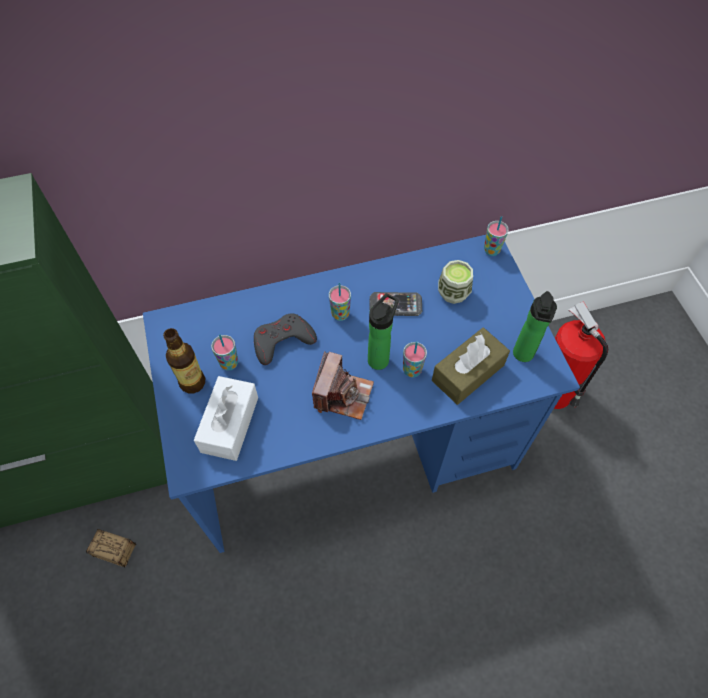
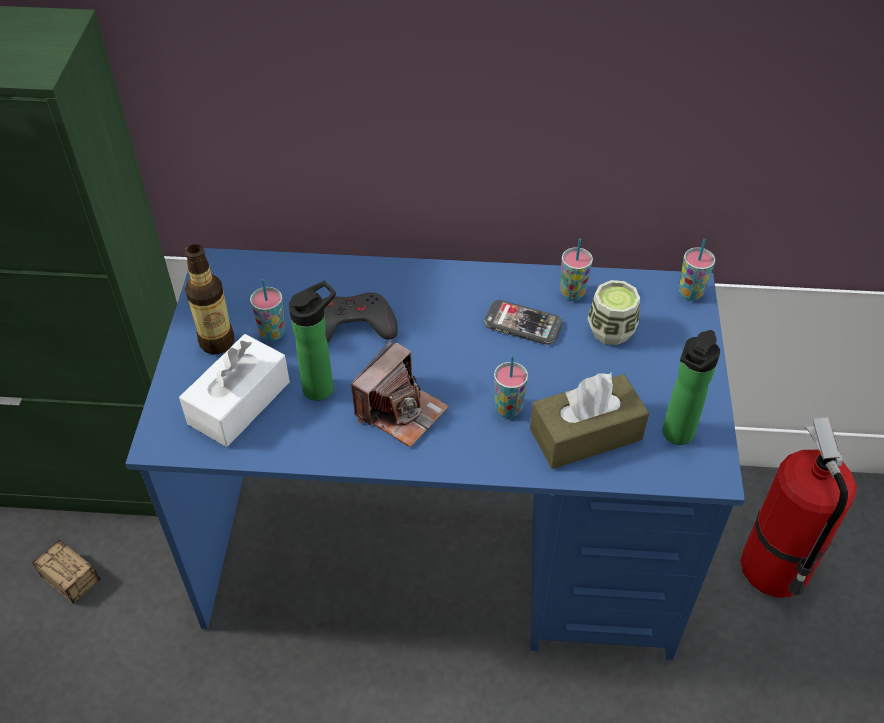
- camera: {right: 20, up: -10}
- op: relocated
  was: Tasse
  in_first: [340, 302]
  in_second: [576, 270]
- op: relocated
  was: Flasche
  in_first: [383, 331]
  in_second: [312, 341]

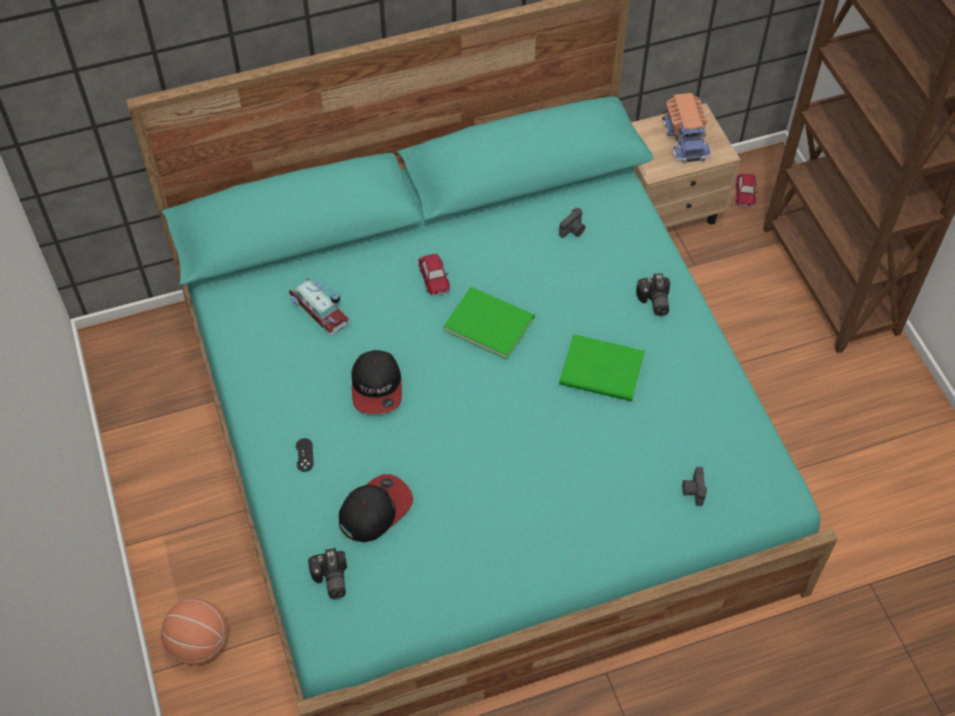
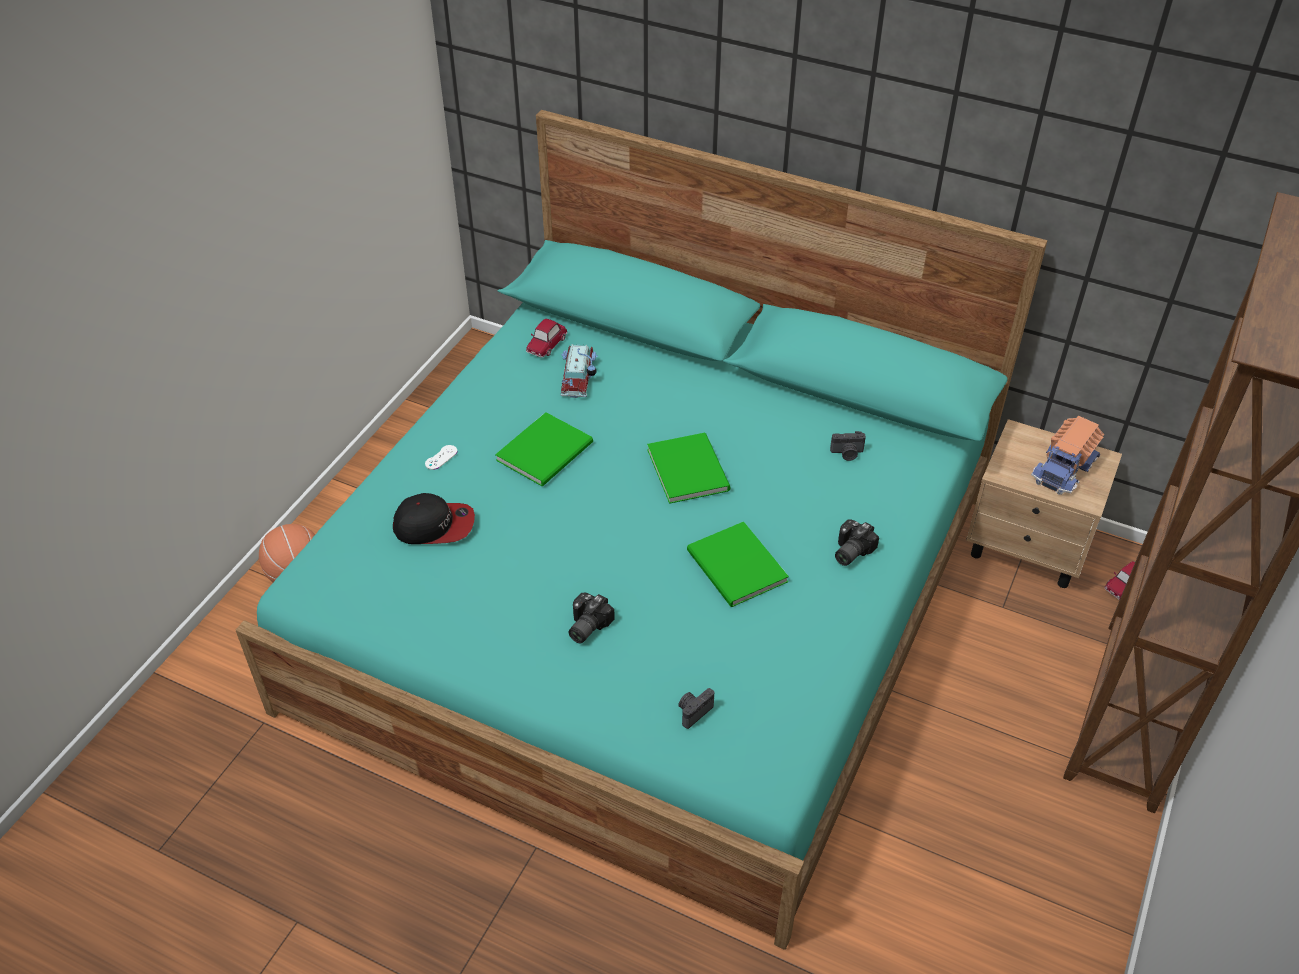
- camera: {right: 45, up: -10}
- op: colour
  was: Gamepad/schwarz
  now: Gamepad/weiß
  in_first: [305, 455]
  in_second: [441, 457]
- op: relocated
  was: Kamera
  in_first: [327, 573]
  in_second: [592, 618]
- op: exchanged
  was: Kappe
  now: Buch/grün
  in_first: [377, 382]
  in_second: [544, 449]
- op: relocated
  was: Spielzeugauto
  in_first: [434, 275]
  in_second: [547, 338]

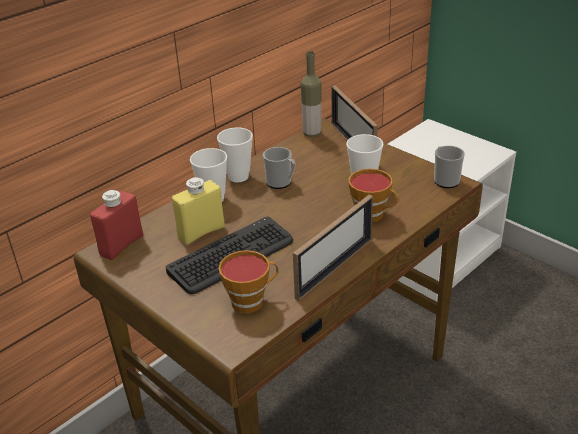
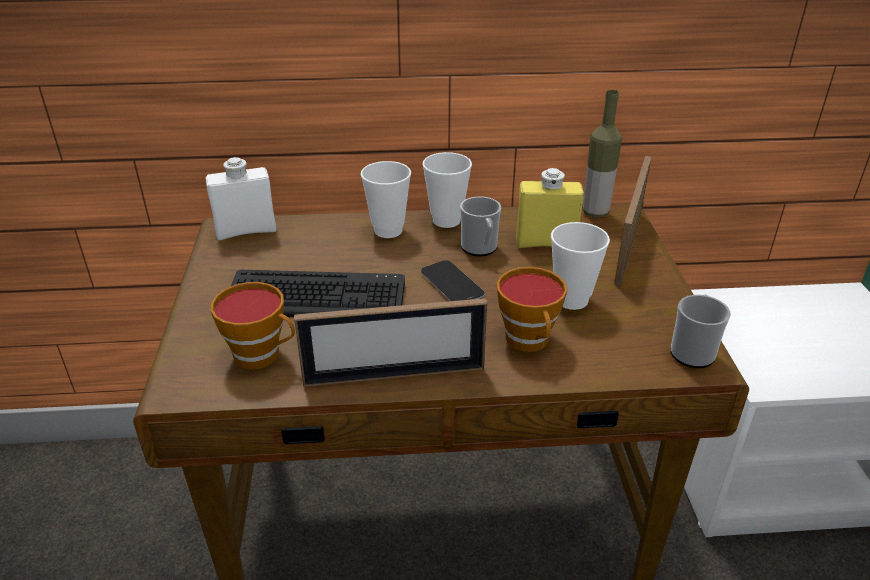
- camera: {right: 40, up: 0}
- op: colour
  was: Flasche/rot
  now: Flasche/weiß
  in_first: [116, 225]
  in_second: [241, 198]
- op: relocated
  was: Flasche/gelb
  in_first: [198, 211]
  in_second: [550, 208]
- op: appeared
  now: Handy
  in_second: [453, 280]

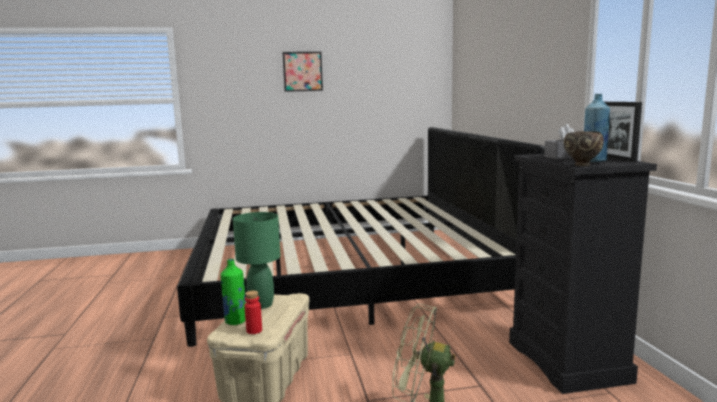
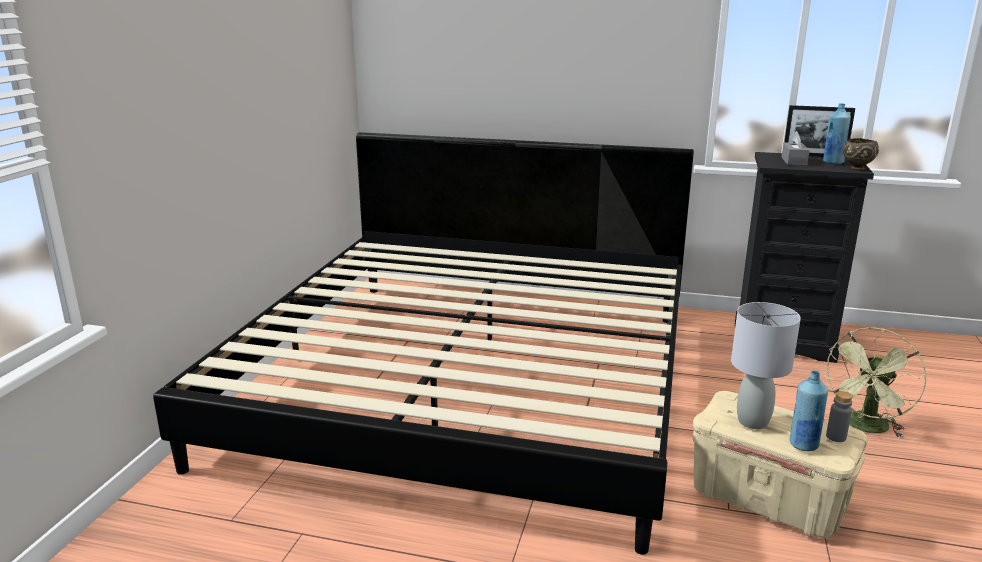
- camera: {right: -65, up: 10}
- op: colour
  was: Flasche/grün
  now: Flasche/blau
  in_first: [233, 292]
  in_second: [809, 411]
- op: colour
  was: Tischlampe/grün
  now: Tischlampe/grau
  in_first: [257, 260]
  in_second: [766, 365]
- op: colour
  was: Flasche/rot
  now: Flasche/grau
  in_first: [253, 312]
  in_second: [839, 416]
- op: missing
  was: Bild
  in_first: [303, 72]

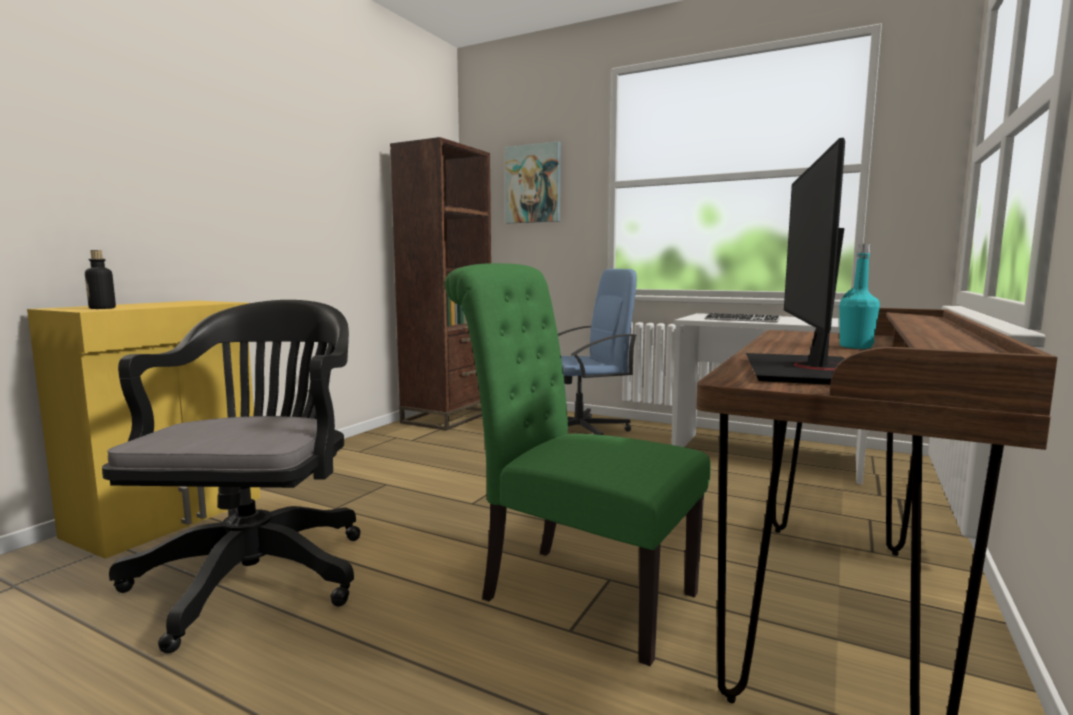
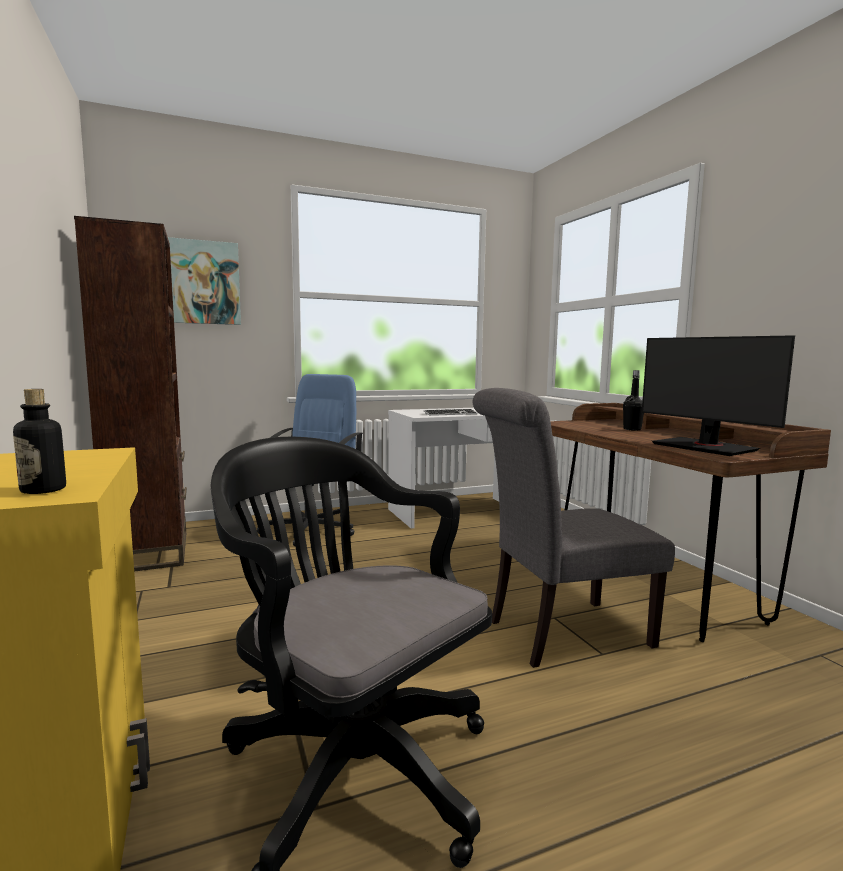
- camera: {right: -50, up: 0}
- op: colour
  was: Stuhl/grün
  now: Stuhl/grau
  in_first: [578, 464]
  in_second: [574, 528]
- op: colour
  was: Flasche/türkis
  now: Flasche/schwarz
  in_first: [859, 296]
  in_second: [633, 400]

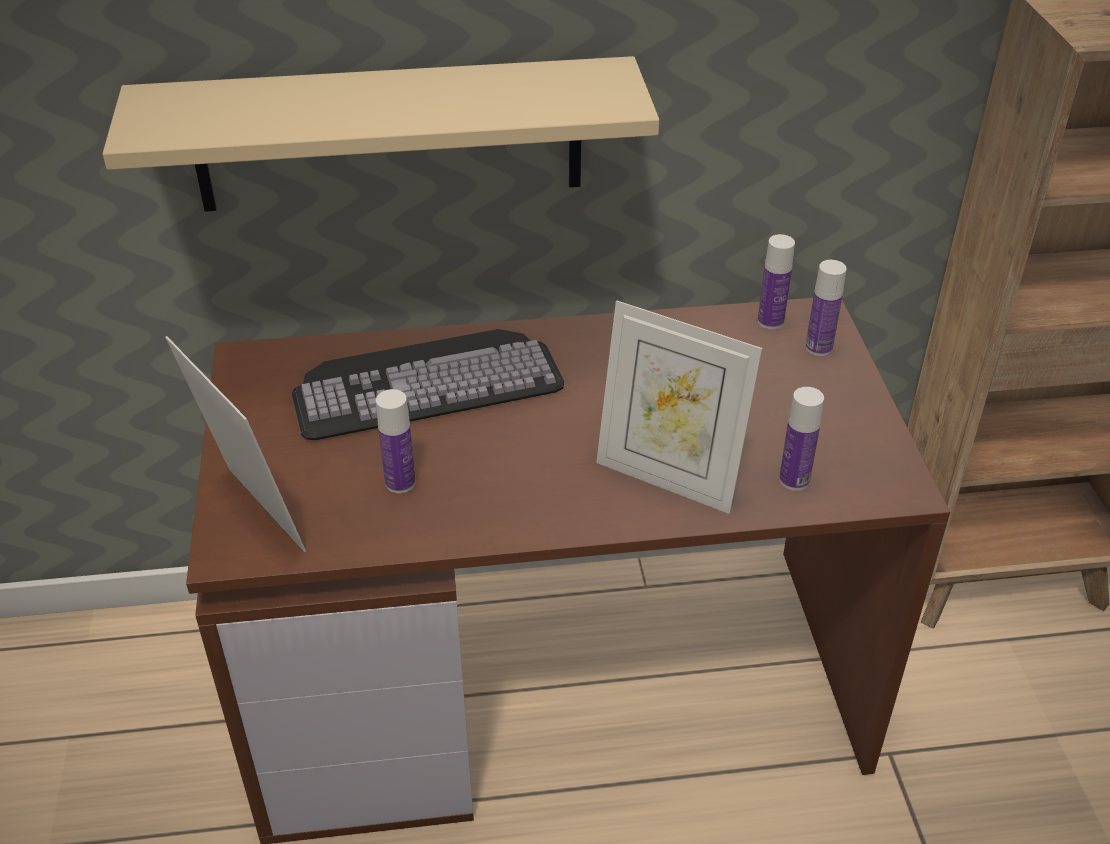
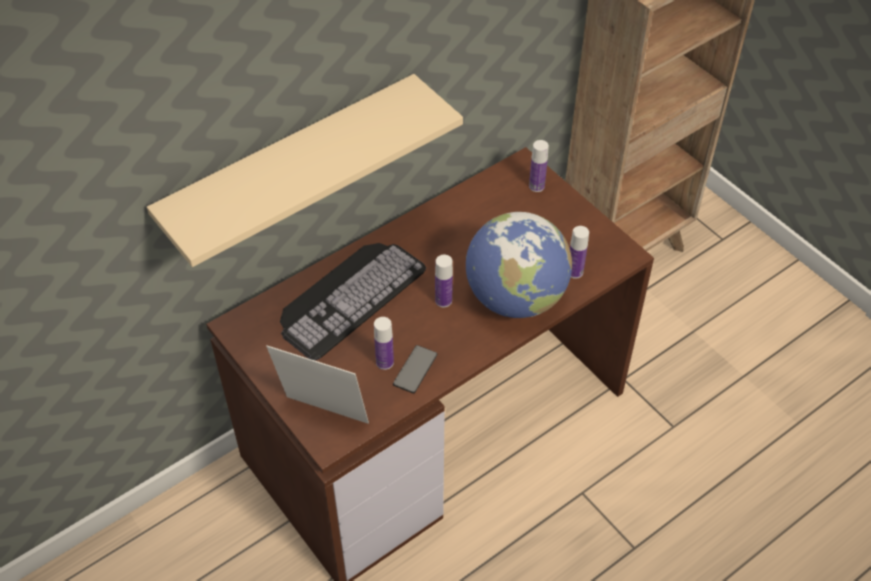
- camera: {right: -30, up: 10}
- op: exchanged
  was: Bilderrahmen
  now: Globus
  in_first: [679, 407]
  in_second: [519, 265]
- op: relocated
  was: Flasche
  in_first: [776, 281]
  in_second: [444, 281]
- op: appeared
  now: Handy
  in_second: [415, 369]

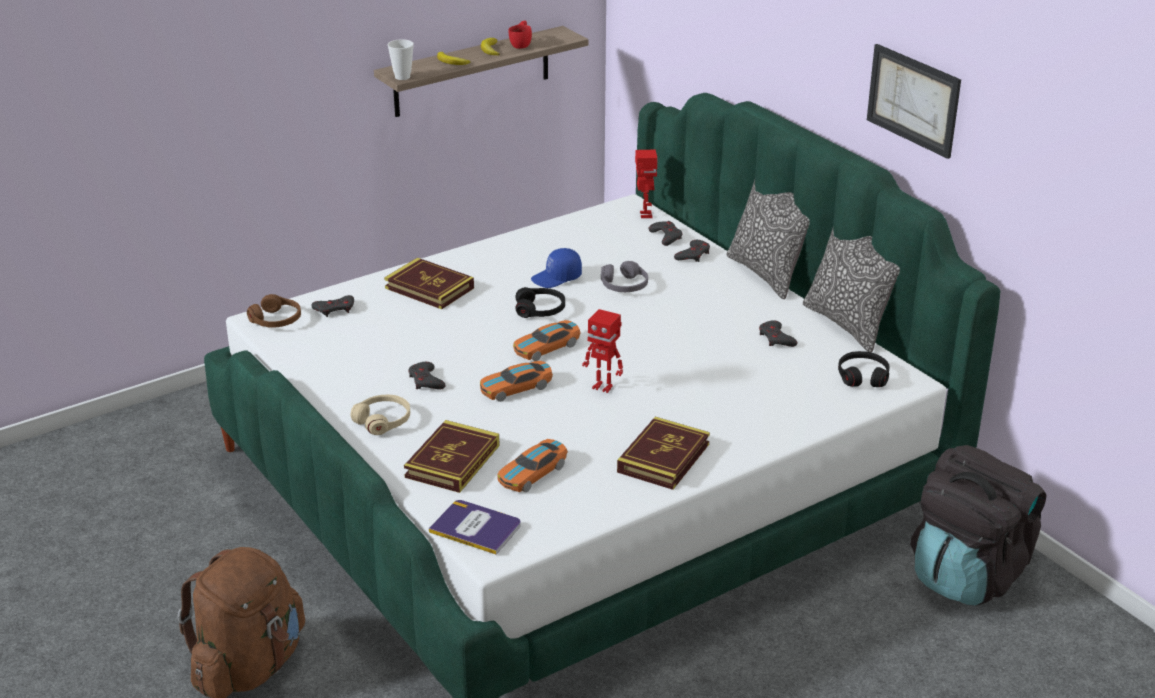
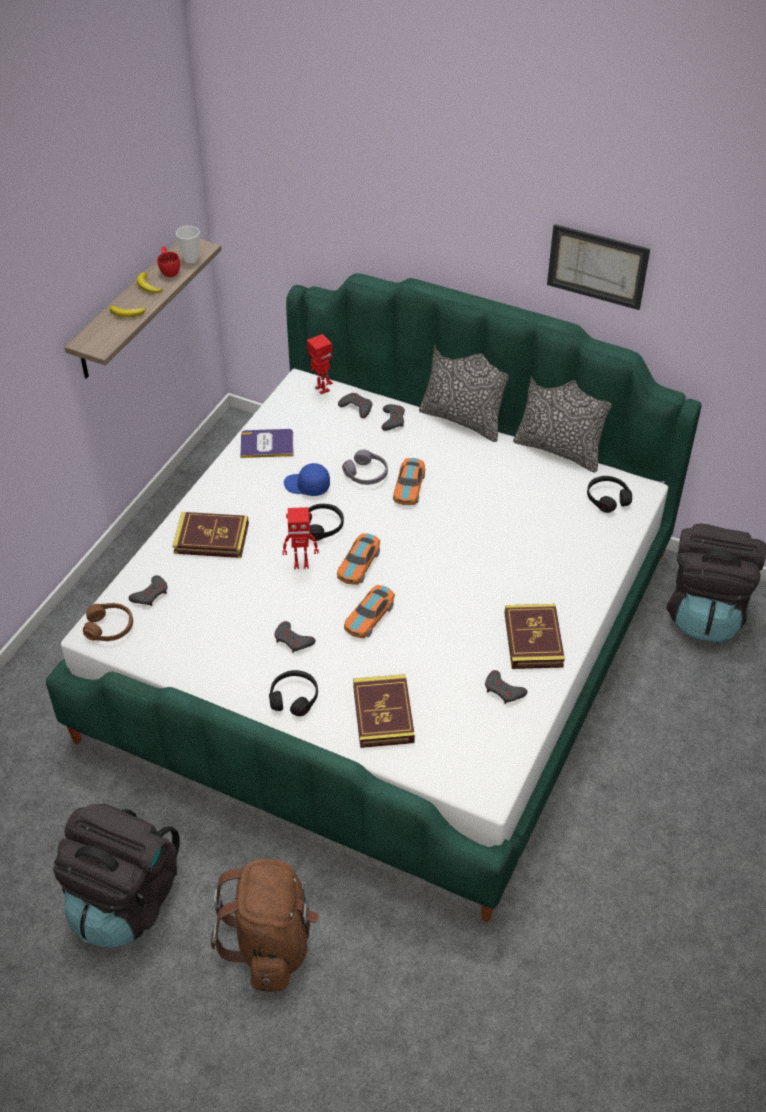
- camera: {right: -30, up: 15}
- op: colour
  was: Kopfhörer/beige
  now: Kopfhörer/schwarz
  in_first: [380, 415]
  in_second: [293, 693]
- op: relocated
  was: Tasse
  in_first: [401, 59]
  in_second: [188, 244]
- op: relocated
  was: Buch
  in_first: [475, 527]
  in_second: [266, 443]
- op: relocated
  was: Spielzeugauto
  in_first: [532, 465]
  in_second: [409, 481]
- op: spun
  was: Kappe/blau
  in_first: [556, 268]
  in_second: [307, 479]
  clockwise: 75
- op: relocated
  was: Spielzeugroboter
  in_first: [602, 351]
  in_second: [300, 538]
- op: relocated
  was: Gamepad/grau
  in_first: [778, 333]
  in_second: [506, 687]
- op: appeared
  now: Rucksack/schwarz
  in_second: [116, 876]

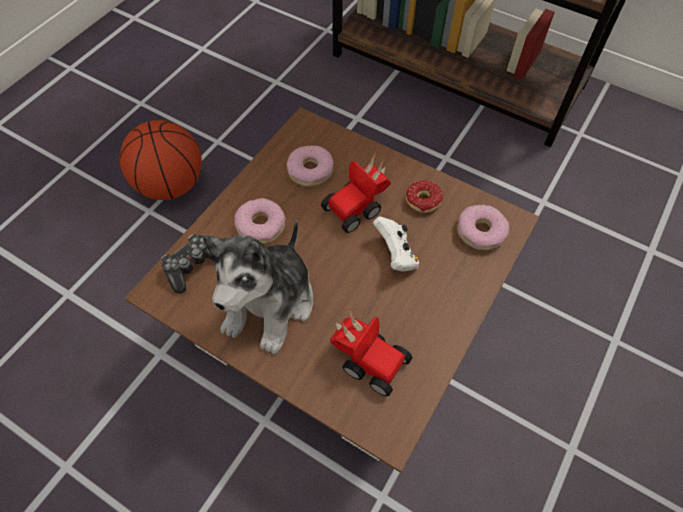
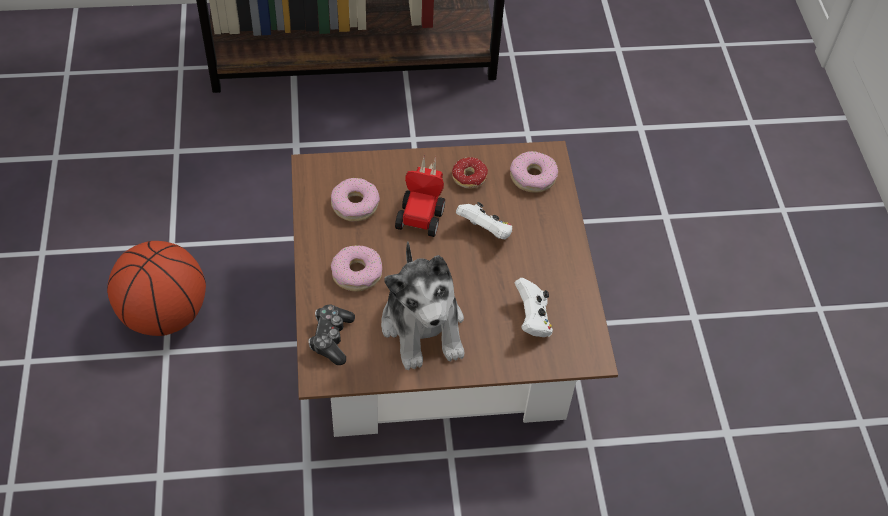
- camera: {right: -40, up: -5}
- op: exchanged
  was: Spielzeugauto
  now: Gamepad/weiß
  in_first: [371, 353]
  in_second: [534, 307]

